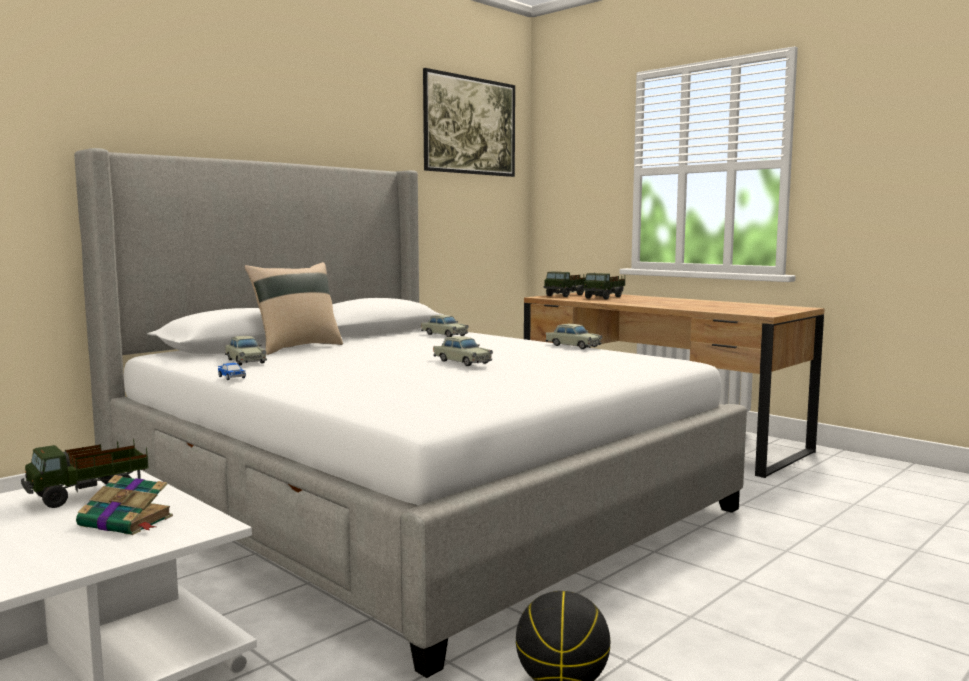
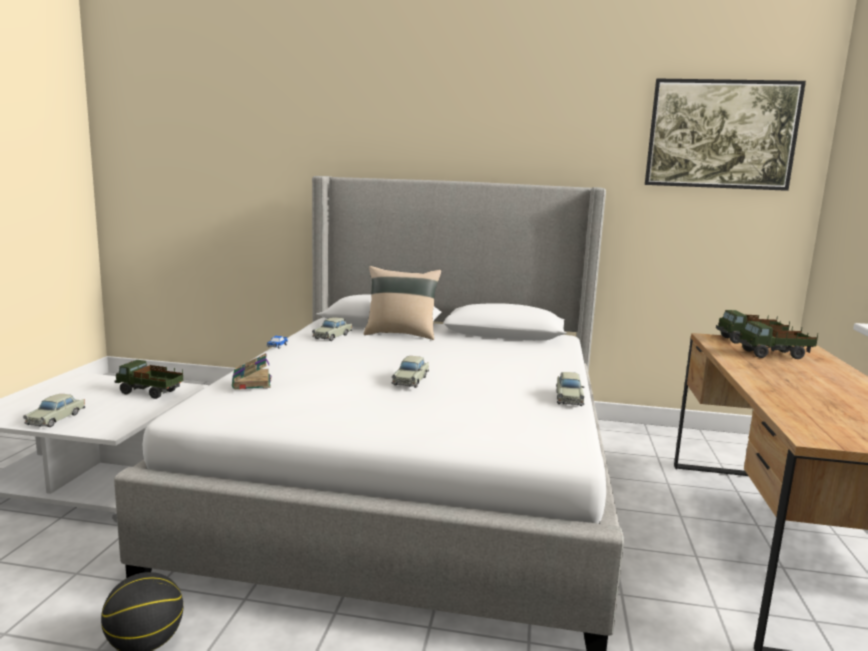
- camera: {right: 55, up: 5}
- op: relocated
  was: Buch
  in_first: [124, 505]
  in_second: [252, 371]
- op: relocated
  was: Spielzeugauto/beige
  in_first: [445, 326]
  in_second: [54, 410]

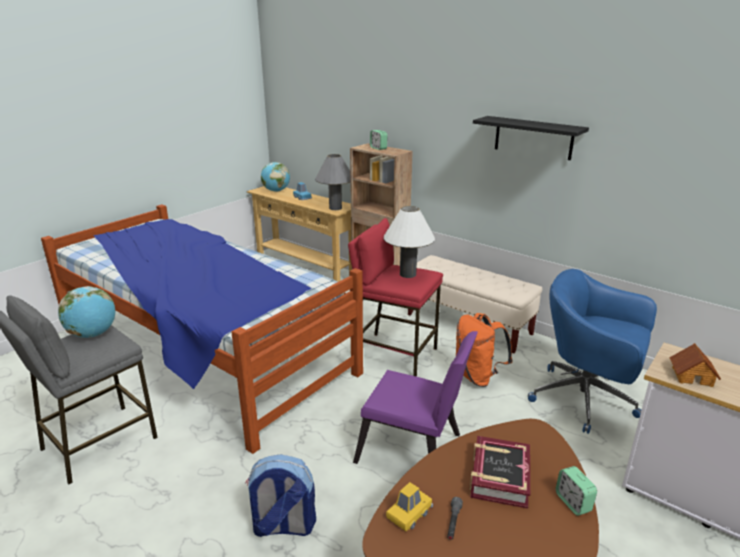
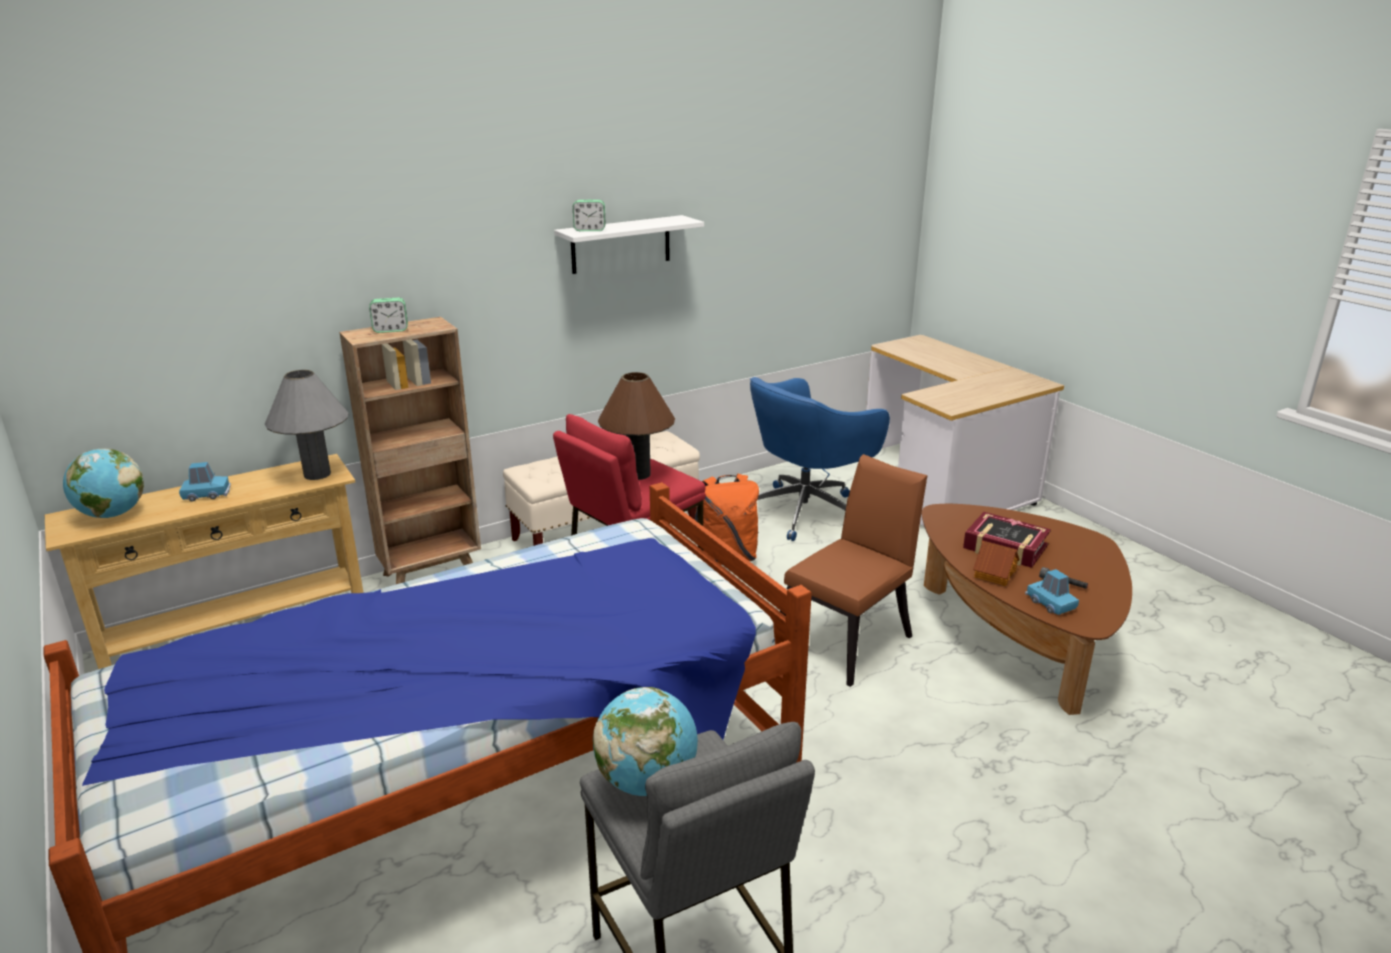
- camera: {right: -70, up: 0}
- op: missing
  was: Rucksack
  in_first: [280, 495]
- op: colour
  was: Stuhl/lila
  now: Stuhl/braun
  in_first: [415, 397]
  in_second: [853, 570]
- op: colour
  was: Tischlampe/weiß
  now: Tischlampe/braun
  in_first: [409, 242]
  in_second: [636, 426]
- op: colour
  was: Spielzeugauto/gelb
  now: Spielzeugauto/blau
  in_first: [409, 506]
  in_second: [1052, 592]
- op: colour
  was: Wandregal/schwarz
  now: Wandregal/weiß
  in_first: [531, 138]
  in_second: [629, 244]
- op: relocated
  was: Wecker
  in_first: [576, 491]
  in_second: [589, 215]
- op: relocated
  was: Spielzeughaus
  in_first: [695, 365]
  in_second: [996, 563]

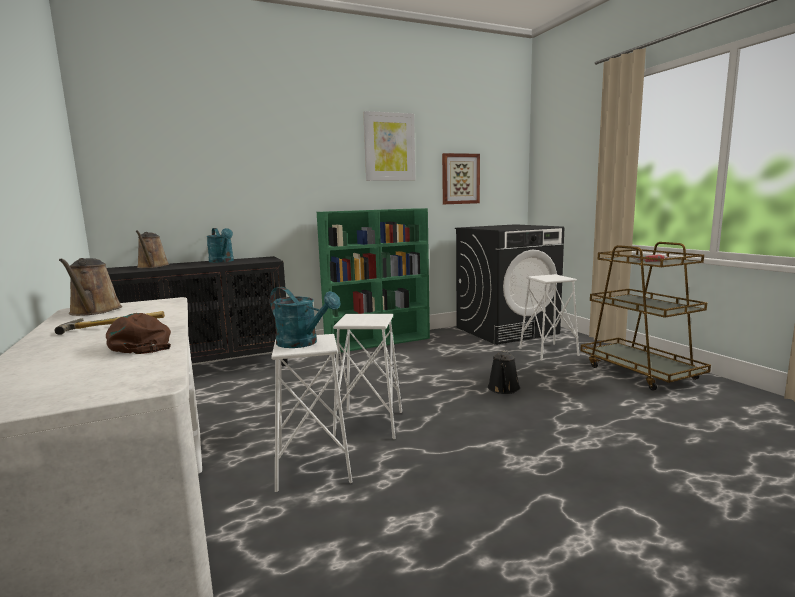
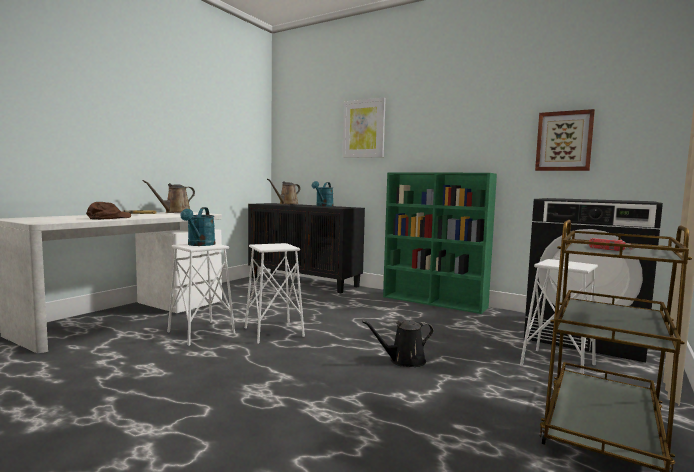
- camera: {right: 55, up: -5}
- op: relocated
  was: Bild
  in_first: [389, 146]
  in_second: [364, 128]

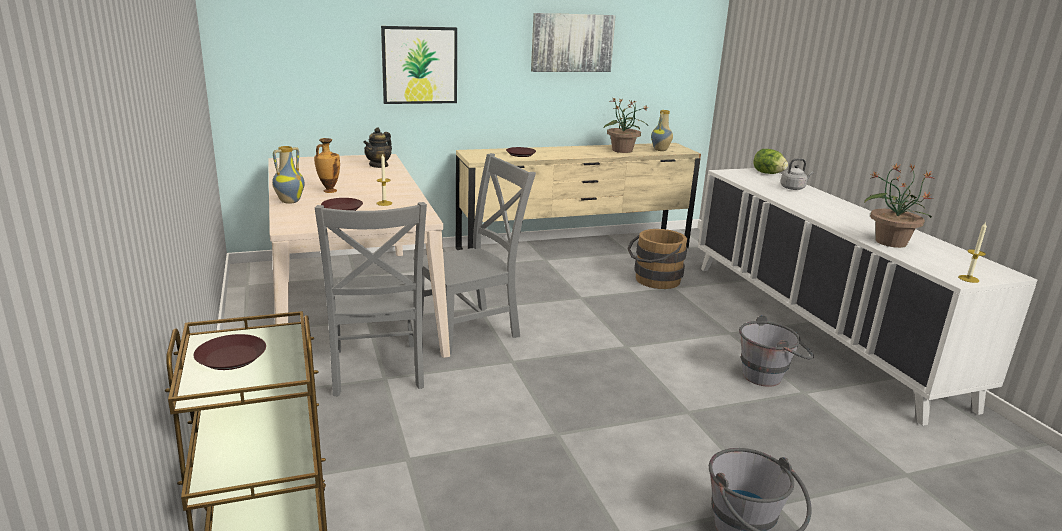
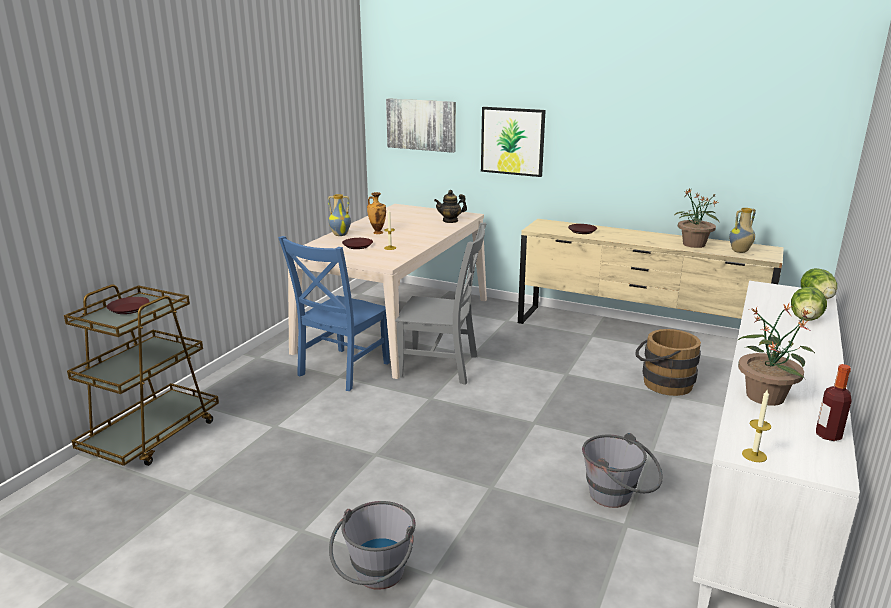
- camera: {right: 45, up: 0}
- op: colour
  was: Stuhl/grau
  now: Stuhl/blau
  in_first: [371, 299]
  in_second: [334, 313]
- op: relocated
  was: Bild
  in_first: [573, 42]
  in_second: [421, 125]
- op: exchanged
  was: Wasserkessel/grau
  now: Salatkopf
  in_first: [797, 174]
  in_second: [809, 304]
- op: appeared
  now: Flasche
  in_second: [834, 402]

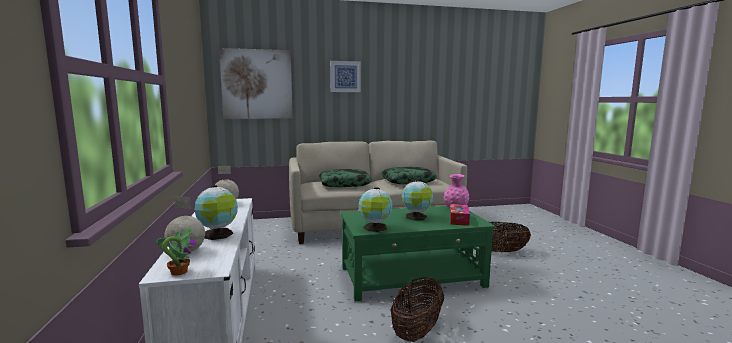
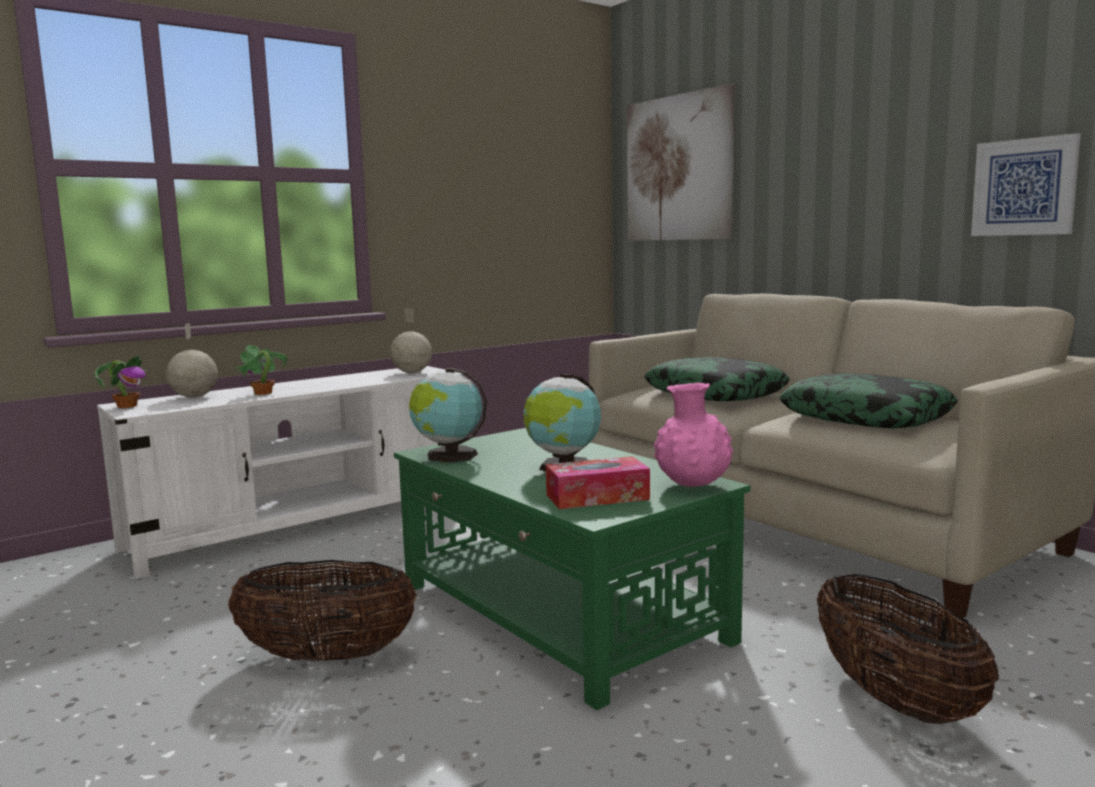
- camera: {right: 65, up: 0}
- op: exchanged
  was: Globus
  now: Topfpflanze
  in_first: [216, 212]
  in_second: [261, 370]
- op: relocated
  was: Bild
  in_first: [345, 76]
  in_second: [1026, 184]

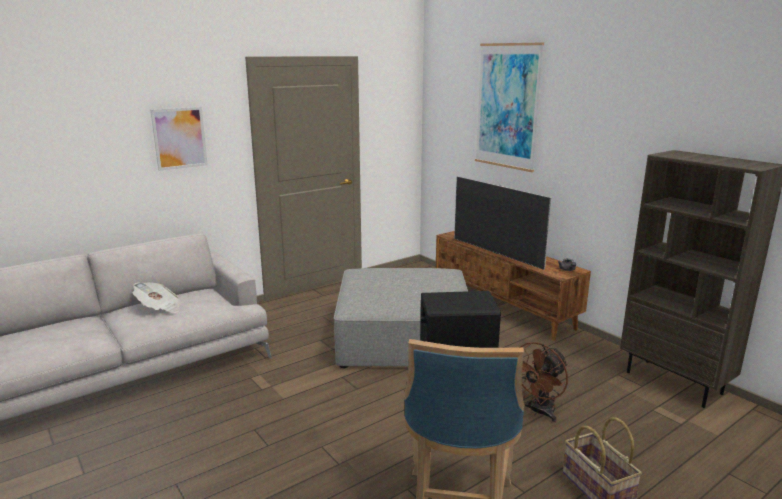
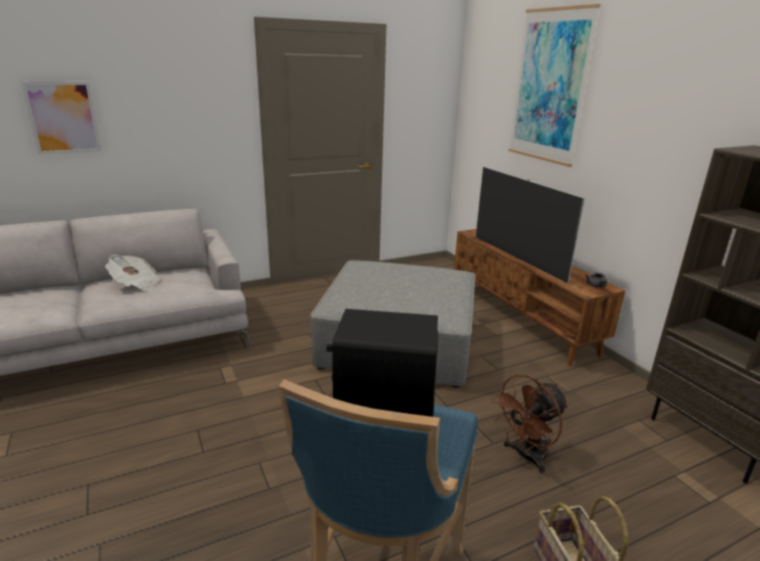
- camera: {right: 10, up: 5}
- op: relocated
  was: Bild
  in_first: [179, 139]
  in_second: [61, 118]

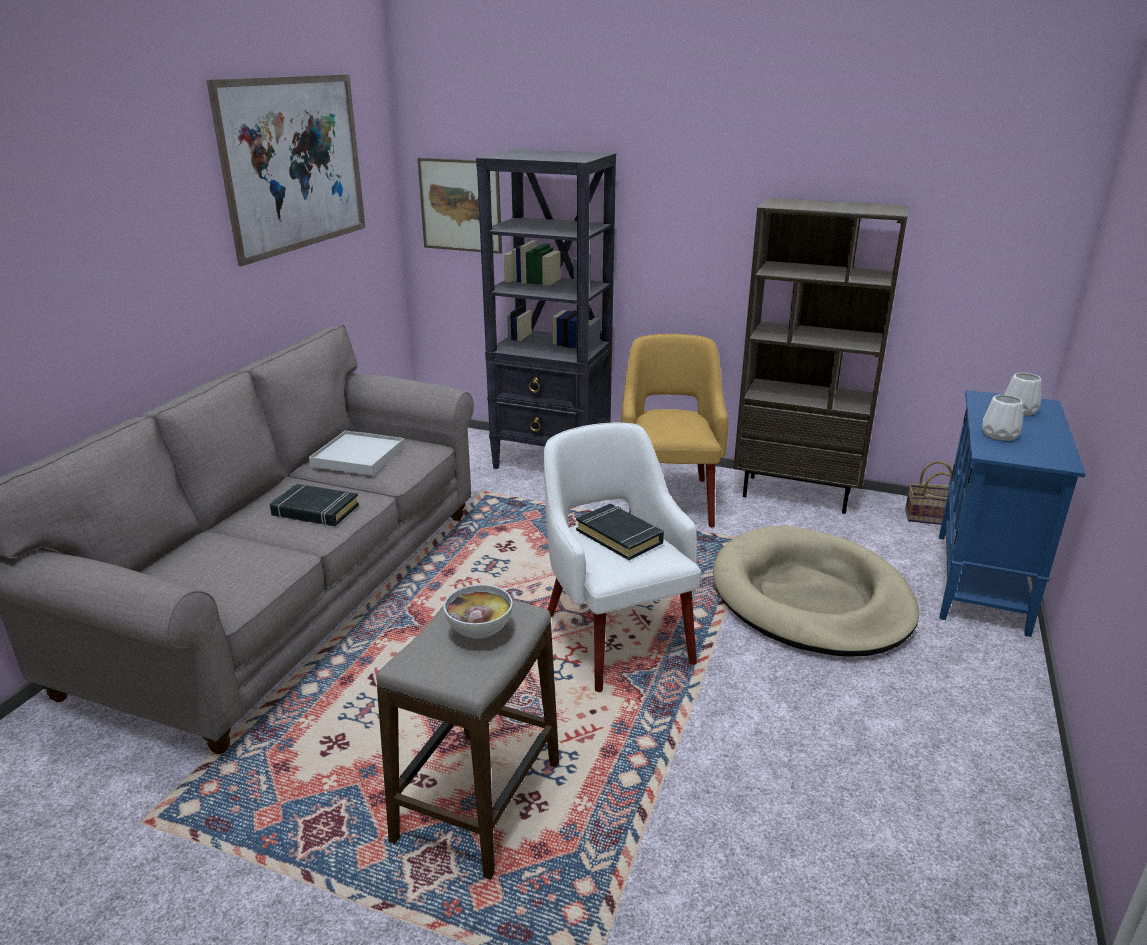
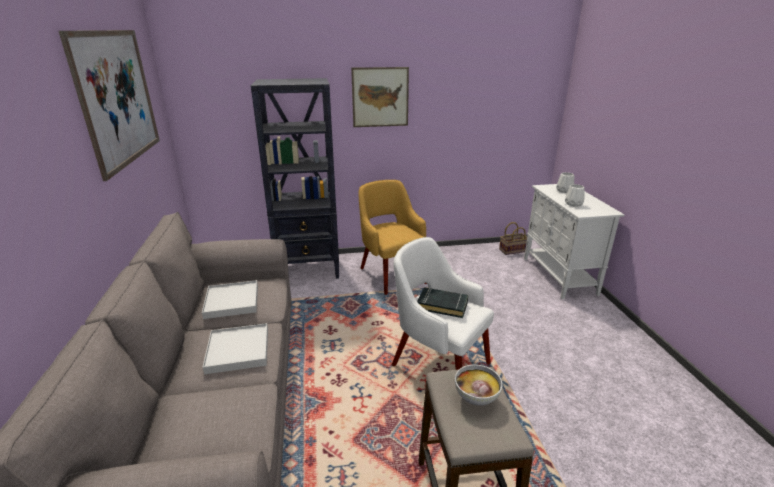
- camera: {right: -30, up: 0}
- op: exchanged
  was: Buch/schwarz
  now: Tablett/weiß
  in_first: [314, 505]
  in_second: [235, 348]
- op: relocated
  was: Bild
  in_first: [459, 206]
  in_second: [380, 97]
- op: missing
  was: Hundebett/beige
  in_first: [816, 591]
- op: missing
  was: Bücherregal/braun
  in_first: [821, 356]
- op: colour
  was: Schrank/blau
  now: Schrank/weiß
  in_first: [1012, 513]
  in_second: [574, 241]

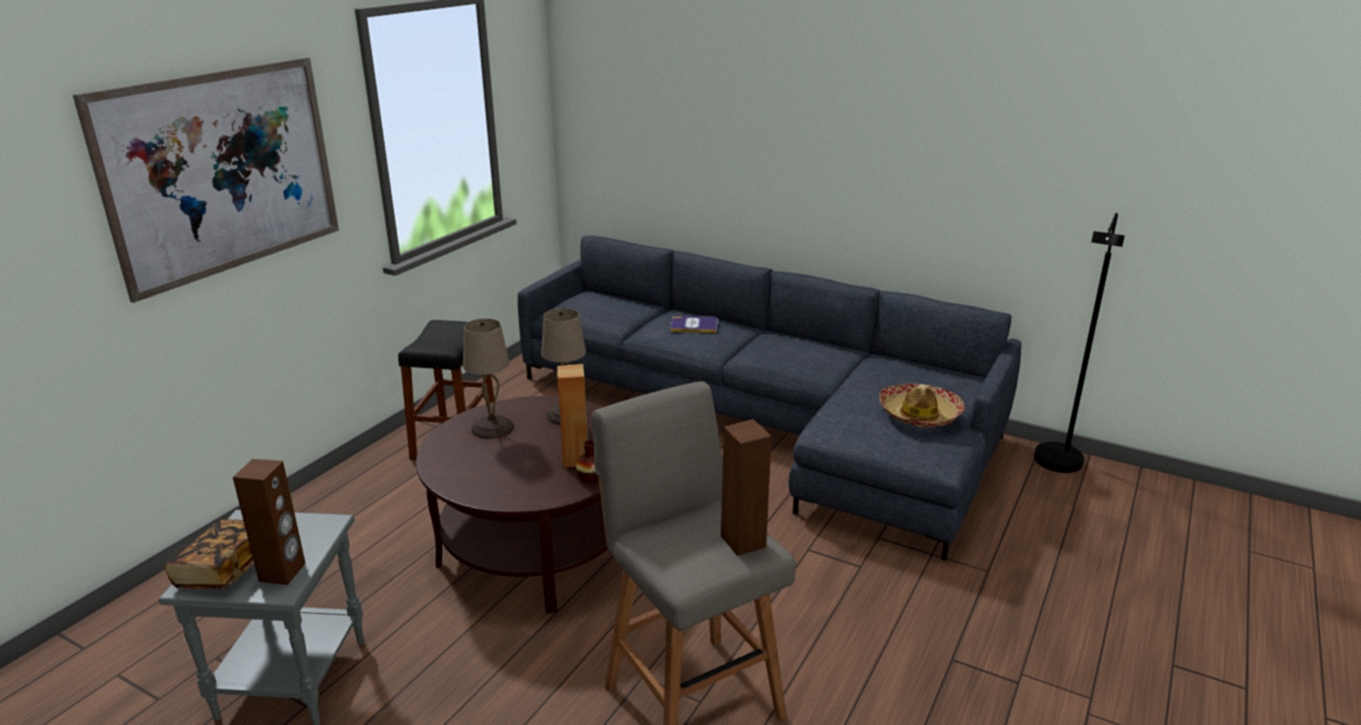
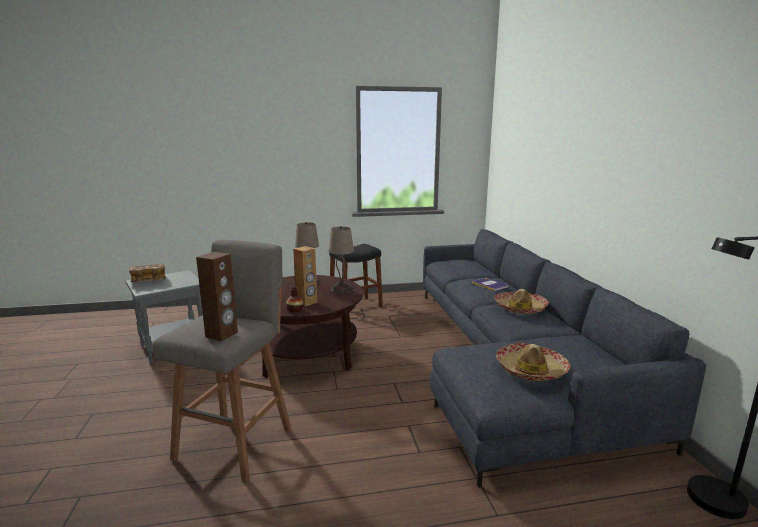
- camera: {right: 50, up: -10}
- op: missing
  was: Bild
  in_first: [206, 180]
- op: missing
  was: Lautsprecher/braun
  in_first: [269, 522]
- op: appeared
  now: Hut
  in_second: [521, 301]

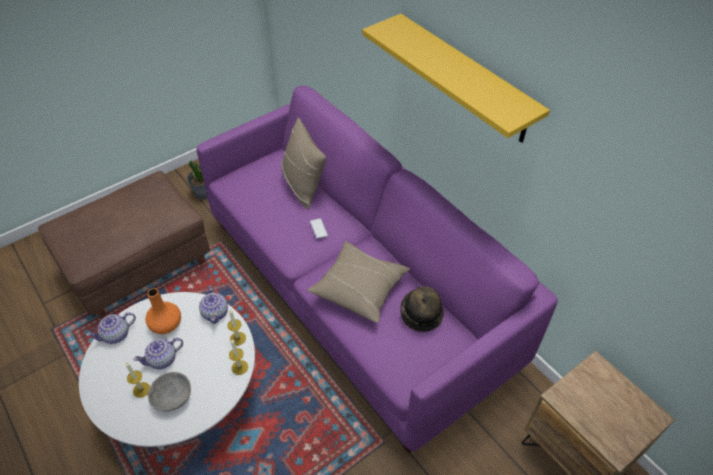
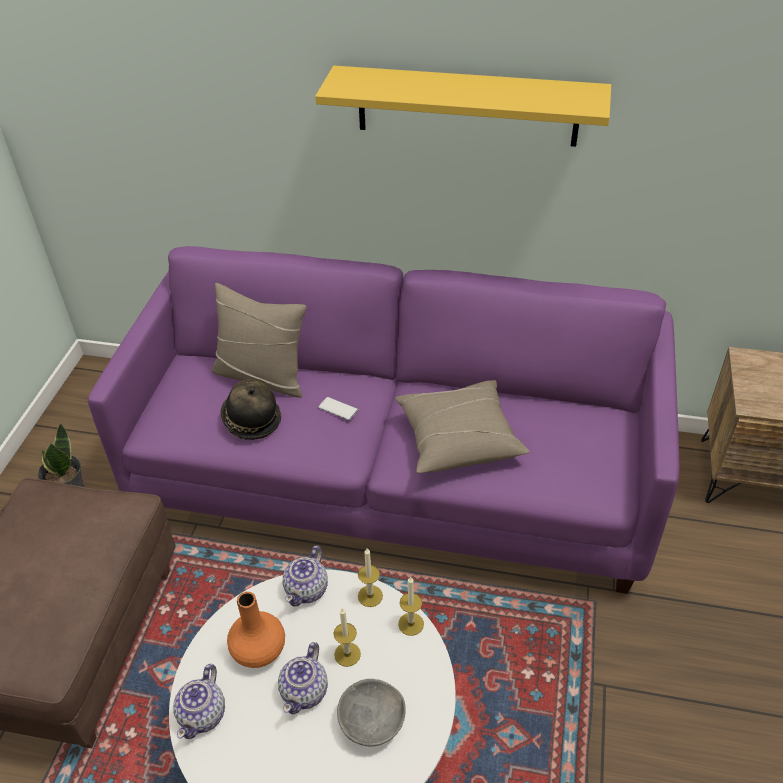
- camera: {right: -40, up: -5}
- op: relocated
  was: Kerze
  in_first: [138, 380]
  in_second: [347, 637]
- op: spun
  was: Teekanne
  in_first: [213, 304]
  in_second: [305, 576]
  clockwise: 75
- op: relocated
  was: Hut
  in_first: [422, 309]
  in_second: [251, 409]

